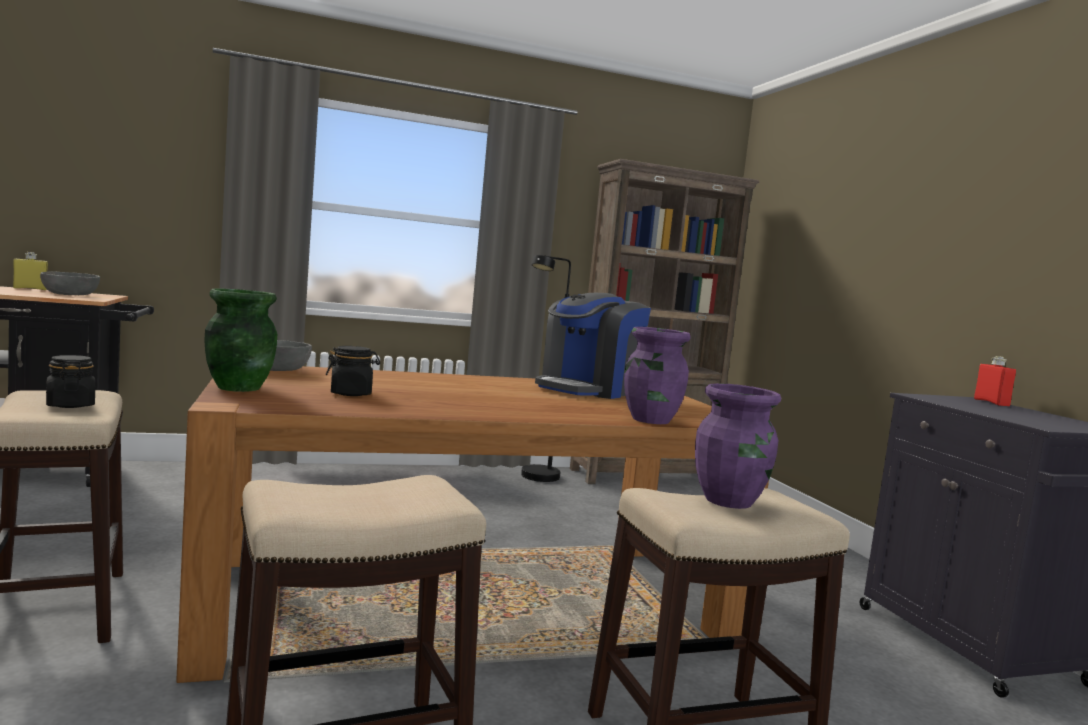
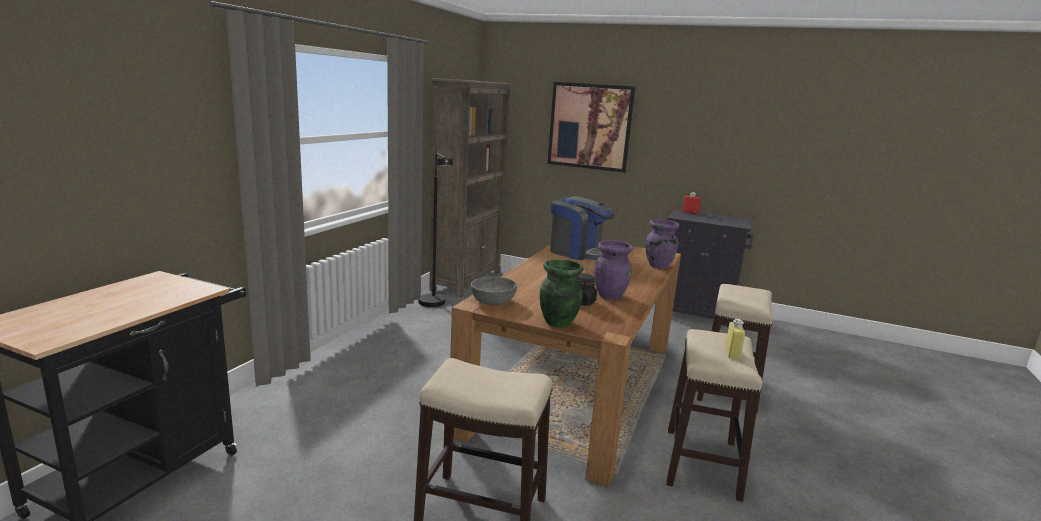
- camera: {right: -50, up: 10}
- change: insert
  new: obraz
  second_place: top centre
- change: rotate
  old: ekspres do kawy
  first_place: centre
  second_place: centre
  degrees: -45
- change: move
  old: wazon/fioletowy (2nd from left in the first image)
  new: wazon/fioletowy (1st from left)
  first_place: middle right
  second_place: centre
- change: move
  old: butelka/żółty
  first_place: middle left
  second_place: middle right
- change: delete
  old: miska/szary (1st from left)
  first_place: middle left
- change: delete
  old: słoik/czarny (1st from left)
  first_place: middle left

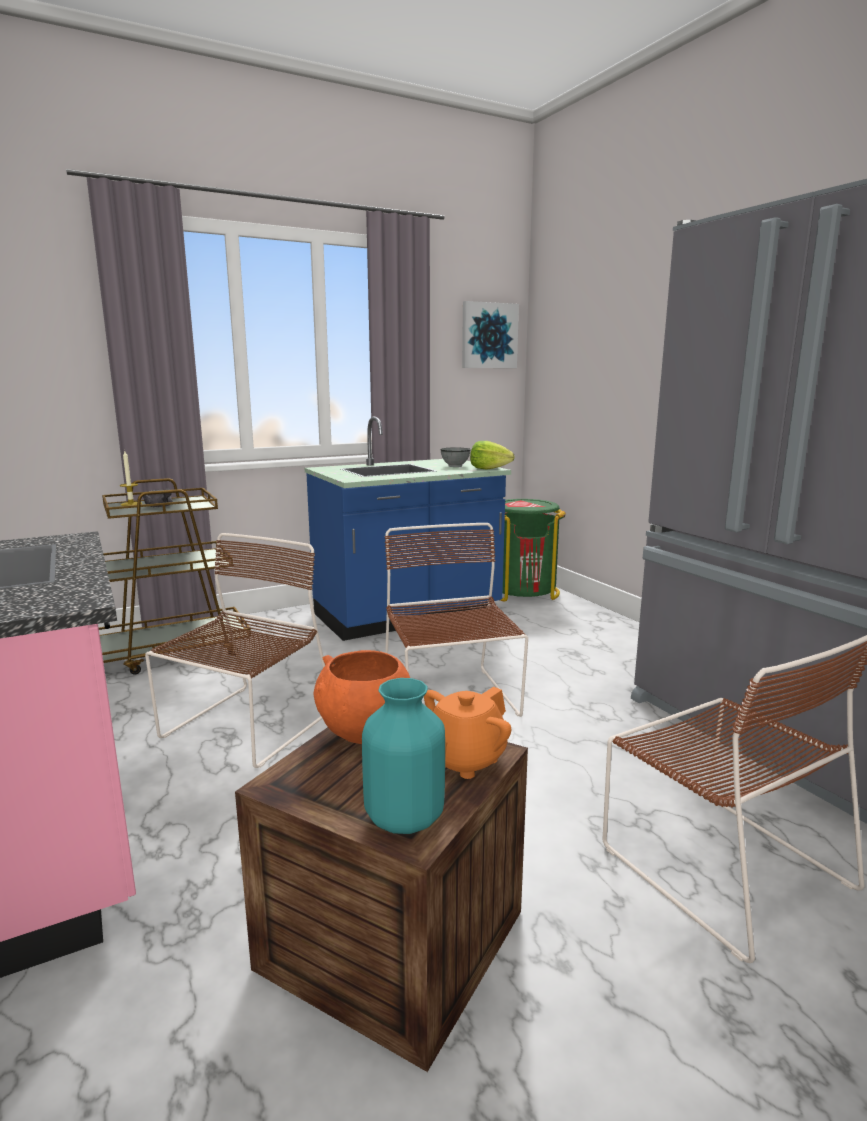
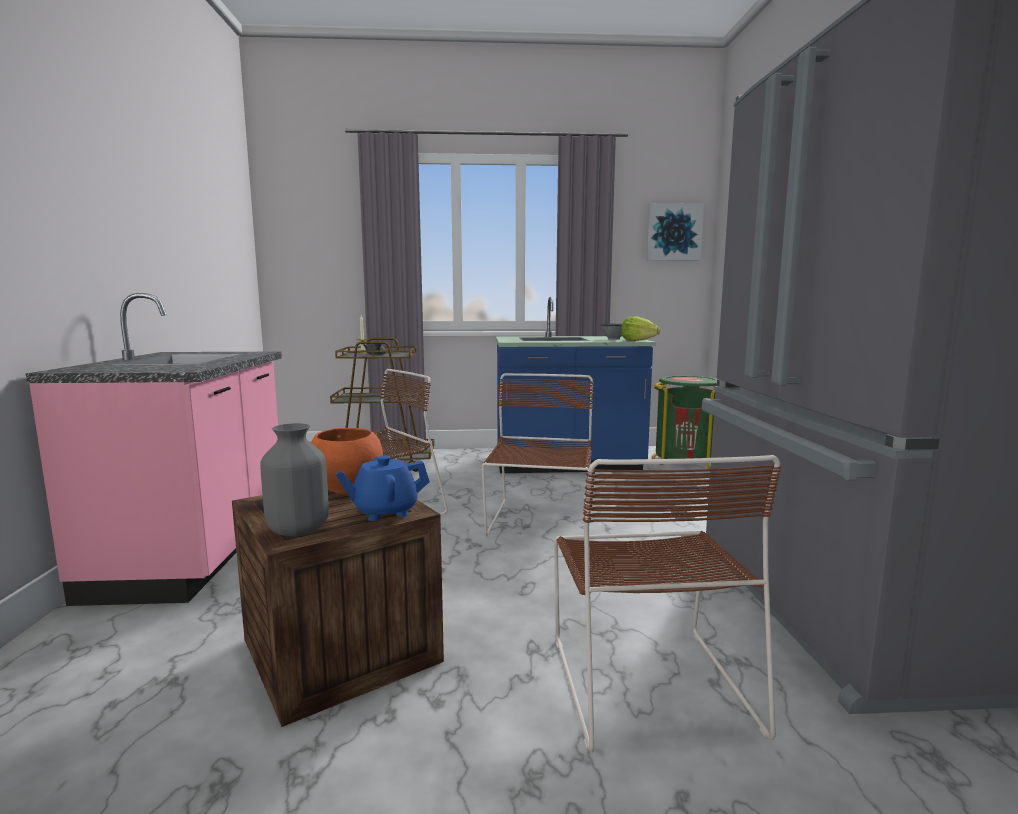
- camera: {right: 25, up: -5}
- change: recolor
  old: wazon/turkusowy
  new: wazon/szary
  first_place: bottom centre
  second_place: middle left
- change: recolor
  old: imbryk/pomarańczowy
  new: imbryk/niebieski
  first_place: centre
  second_place: centre

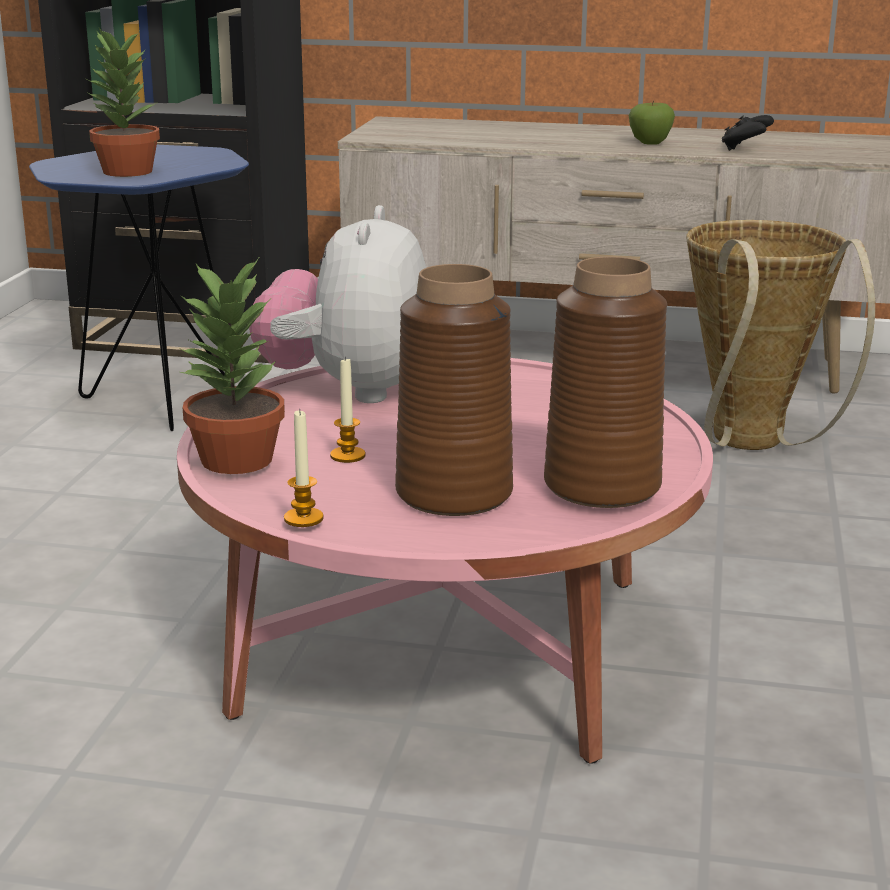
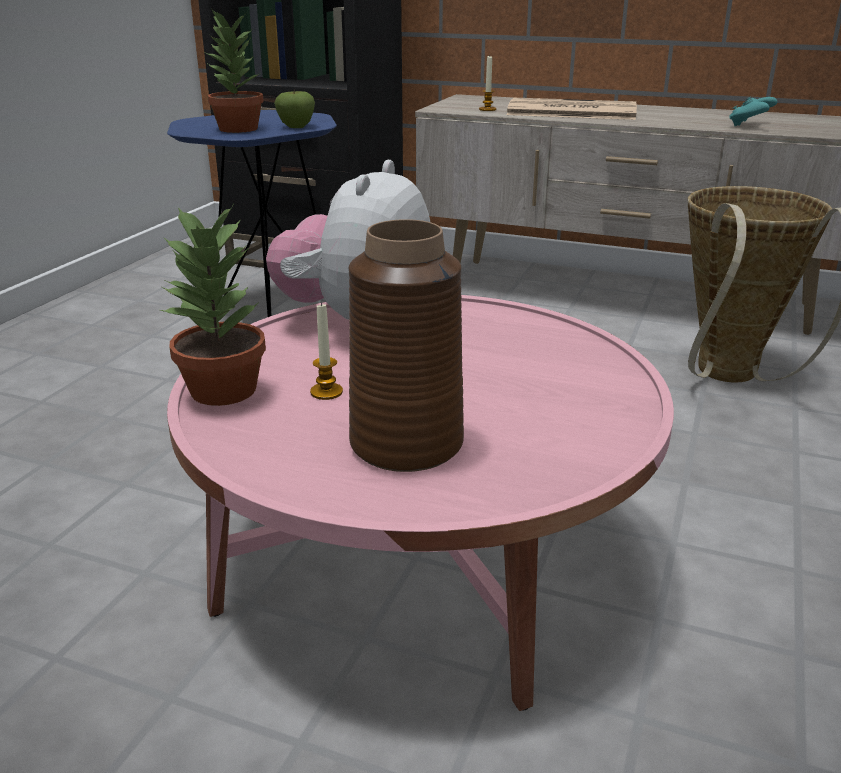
- camera: {right: 10, up: 5}
- change: move
  old: jabłko
  first_place: top right
  second_place: top centre
- change: move
  old: świeca (1st from left in the first image)
  new: świeca (2nd from left)
  first_place: centre
  second_place: top centre
- change: insert
  new: gazeta
  second_place: top right
- change: recolor
  old: pad do gier/czarny
  new: pad do gier/turkusowy
  first_place: top right
  second_place: top right
- change: delete
  old: wazon/brązowy (2nd from left)
  first_place: middle right

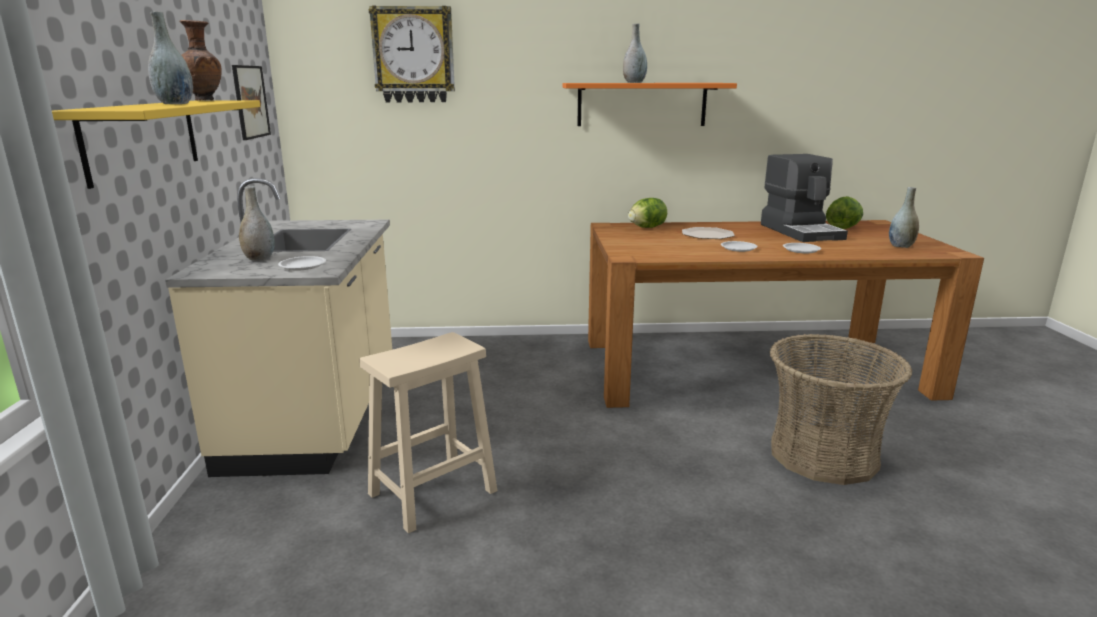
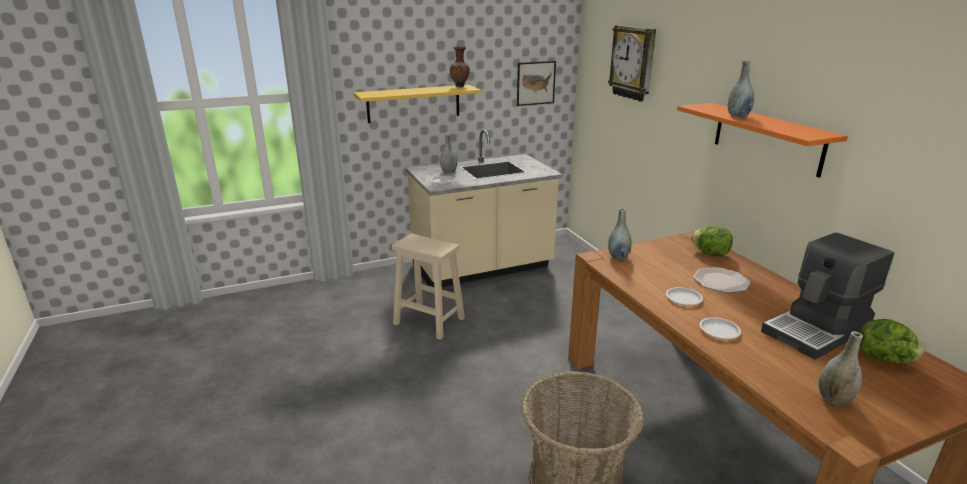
- camera: {right: 70, up: 5}
- change: move
  old: wazon/szary (1st from left in the first image)
  new: wazon/szary (2nd from left)
  first_place: top left
  second_place: centre

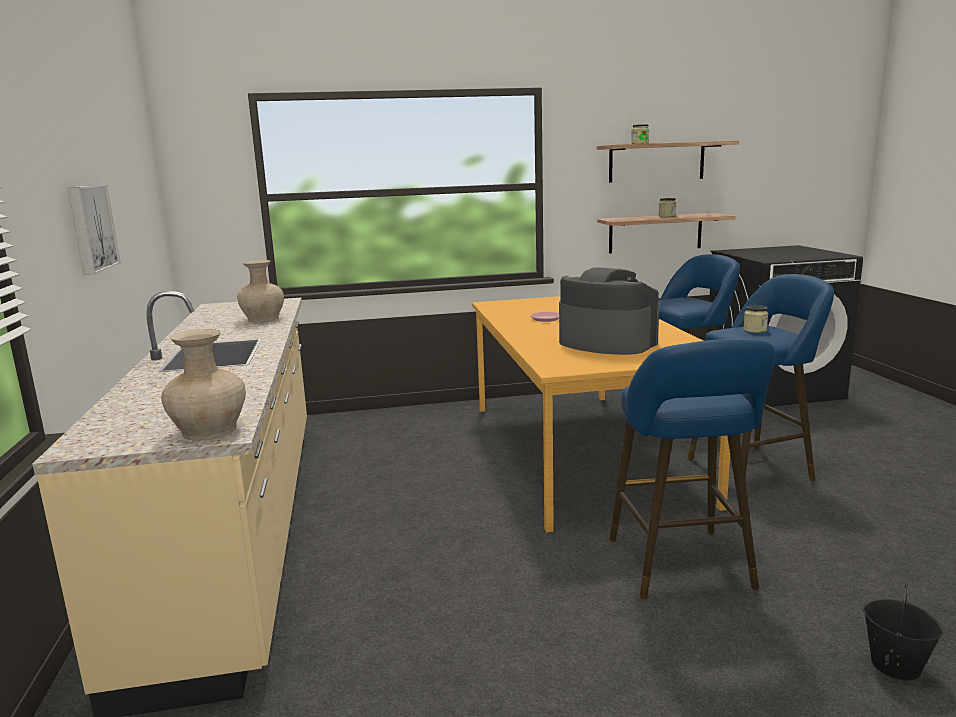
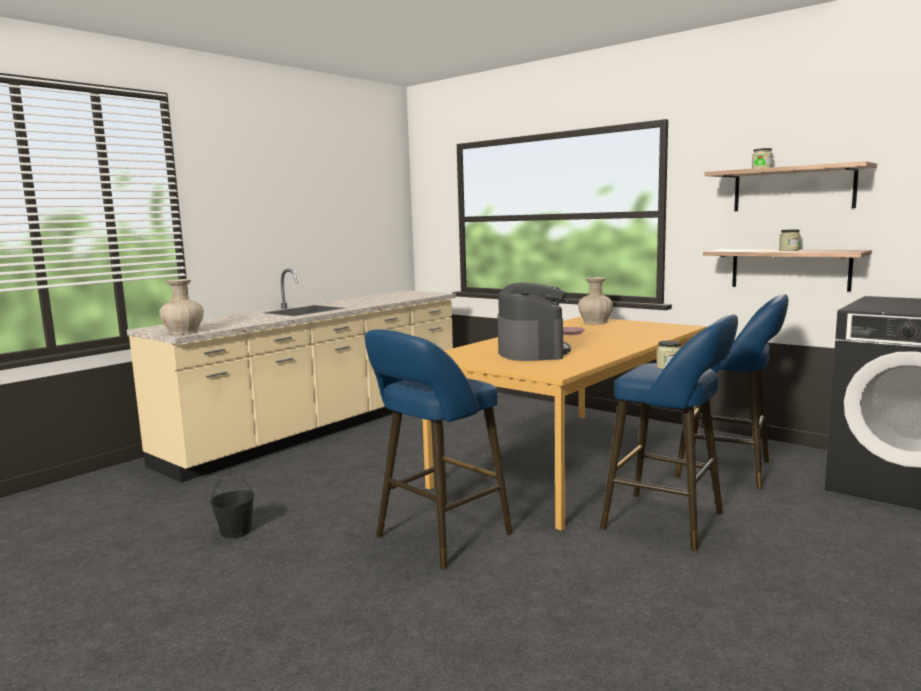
- camera: {right: 50, up: -5}
- change: move
  old: wiadro/czarny
  first_place: bottom right
  second_place: bottom left
- change: move
  old: wazon/beżowy (2nd from left)
  first_place: middle left
  second_place: centre
- change: delete
  old: obraz
  first_place: top left

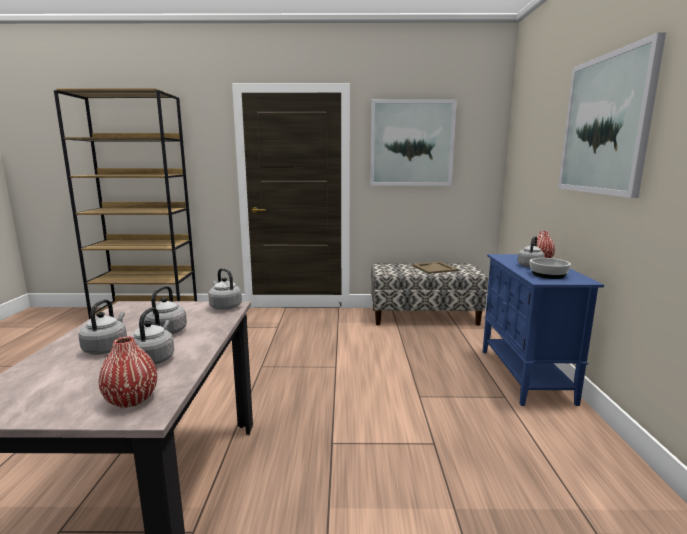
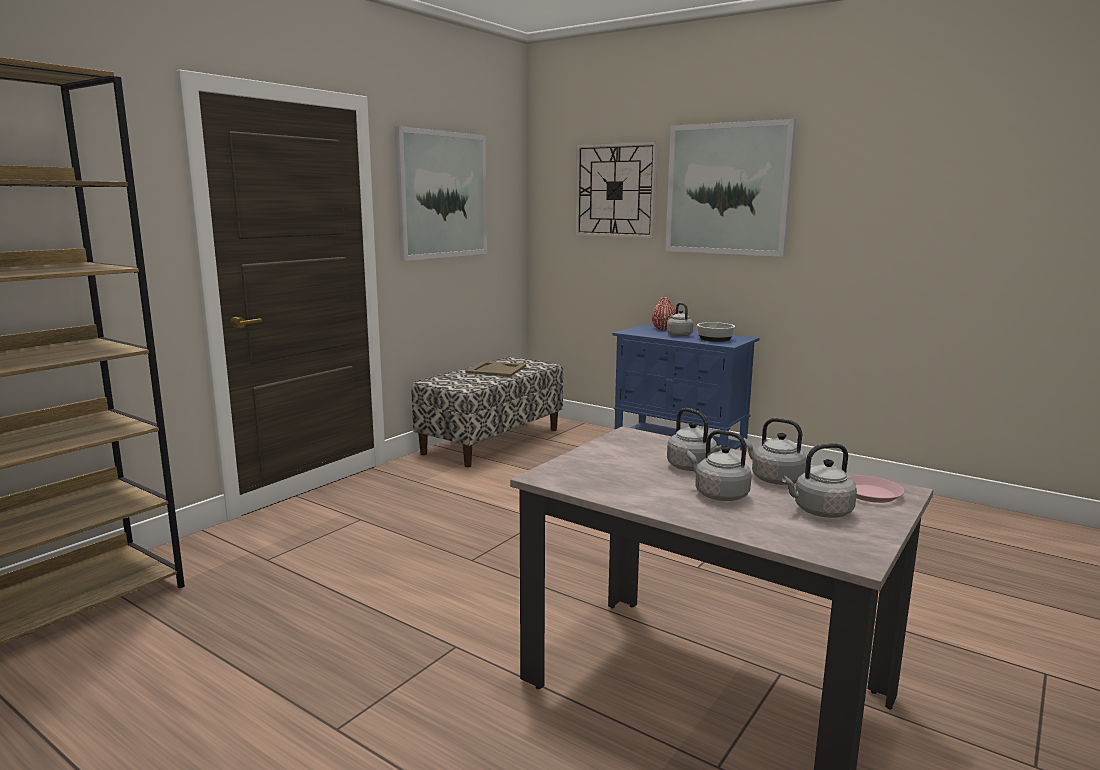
- camera: {right: -55, up: 0}
- change: insert
  new: zegar ścienny
  second_place: top centre
- change: move
  old: czajnik/szary (4th from left in the first image)
  new: czajnik/szary (5th from left)
  first_place: middle left
  second_place: middle right
- change: replace
  old: wazon/czerwony (1st from left)
  new: talerz/różowy
  first_place: bottom left
  second_place: middle right

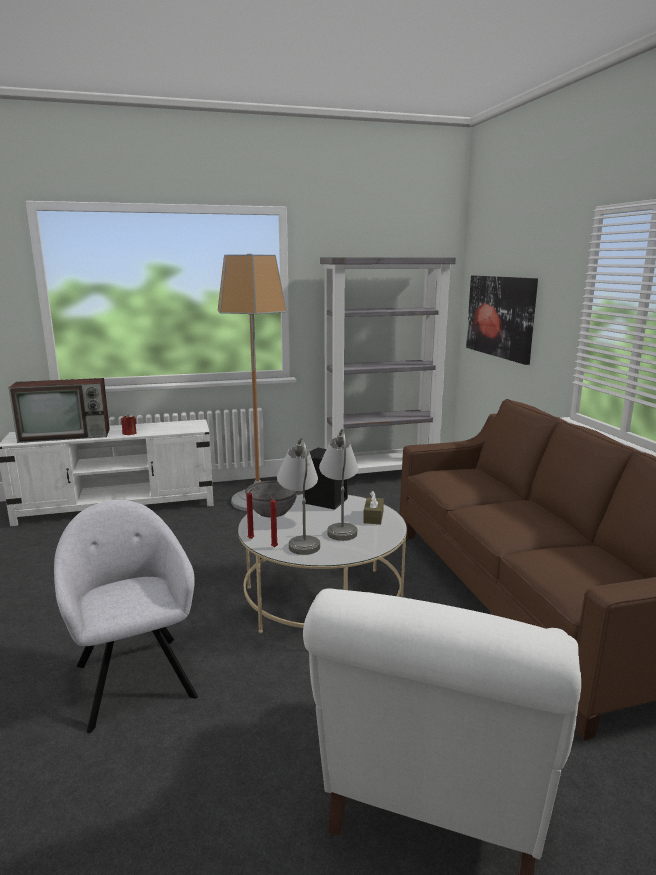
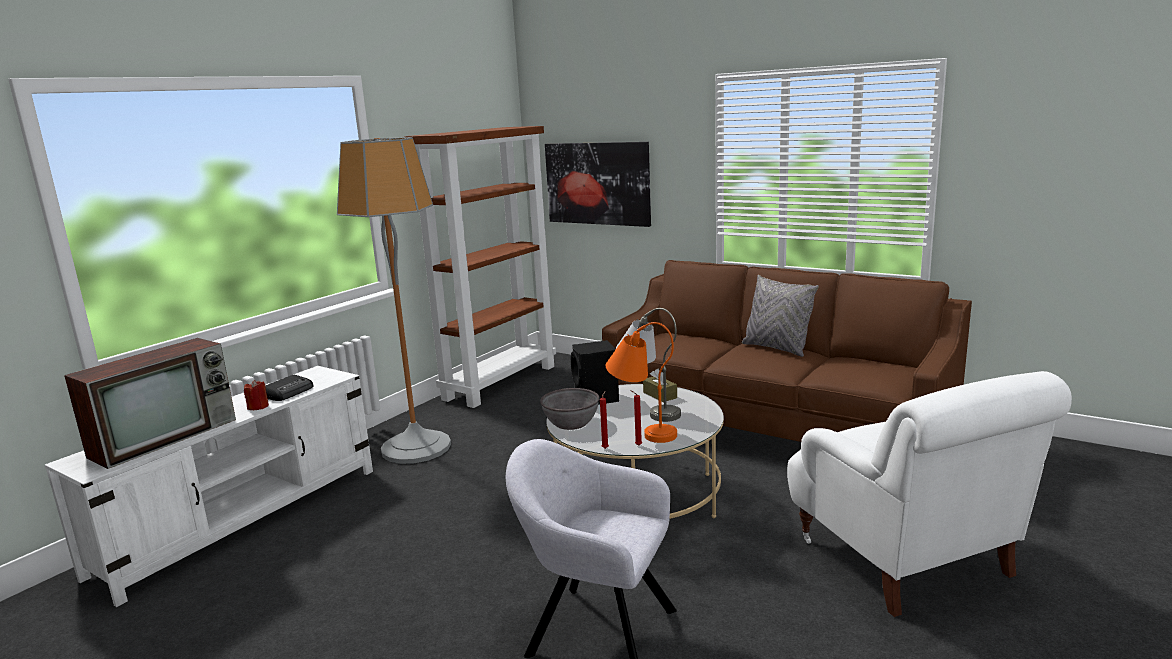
- camera: {right: -40, up: 0}
- change: insert
  new: radio
  second_place: middle left
- change: recolor
  old: regał/szary
  new: regał/brązowy
  first_place: centre
  second_place: centre
- change: recolor
  old: lampa stołowa/szary (1st from left)
  new: lampa stołowa/pomarańczowy
  first_place: centre
  second_place: centre
- change: insert
  new: poduszka/szary
  second_place: centre

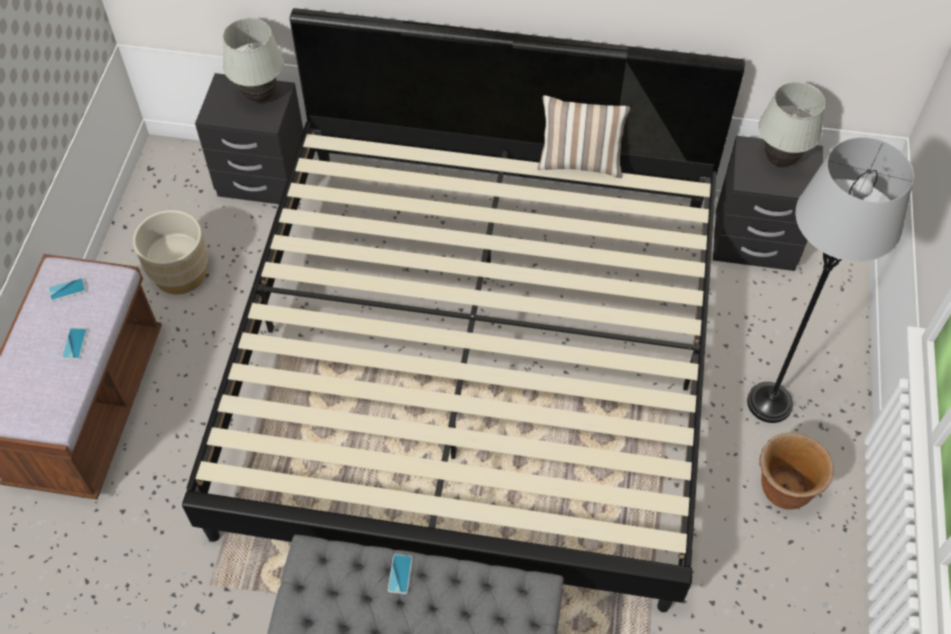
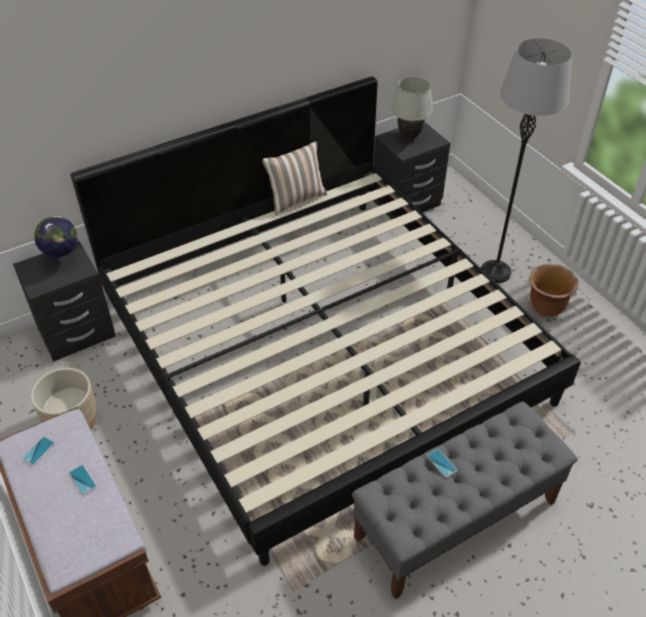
- camera: {right: -40, up: -10}
- change: replace
  old: lampa stołowa/biały (1st from left)
  new: globus
  first_place: top left
  second_place: middle left

